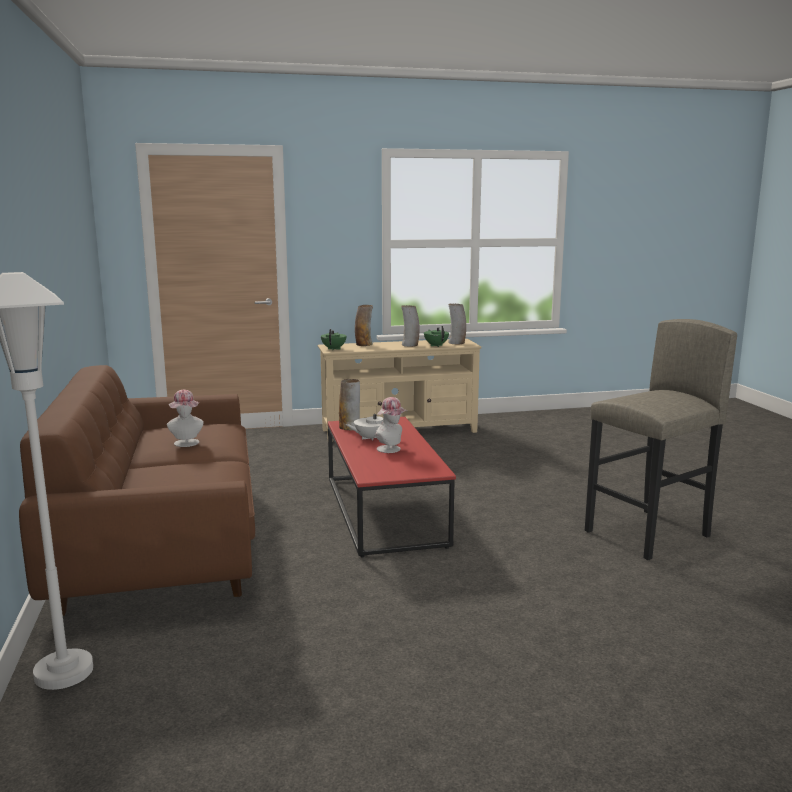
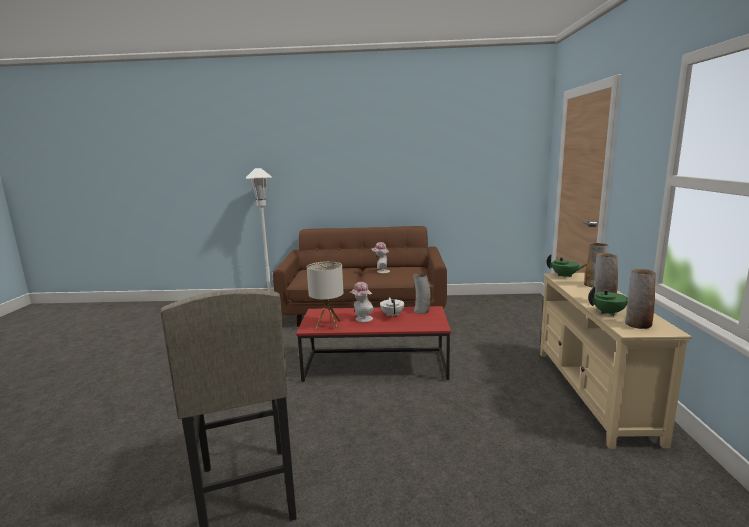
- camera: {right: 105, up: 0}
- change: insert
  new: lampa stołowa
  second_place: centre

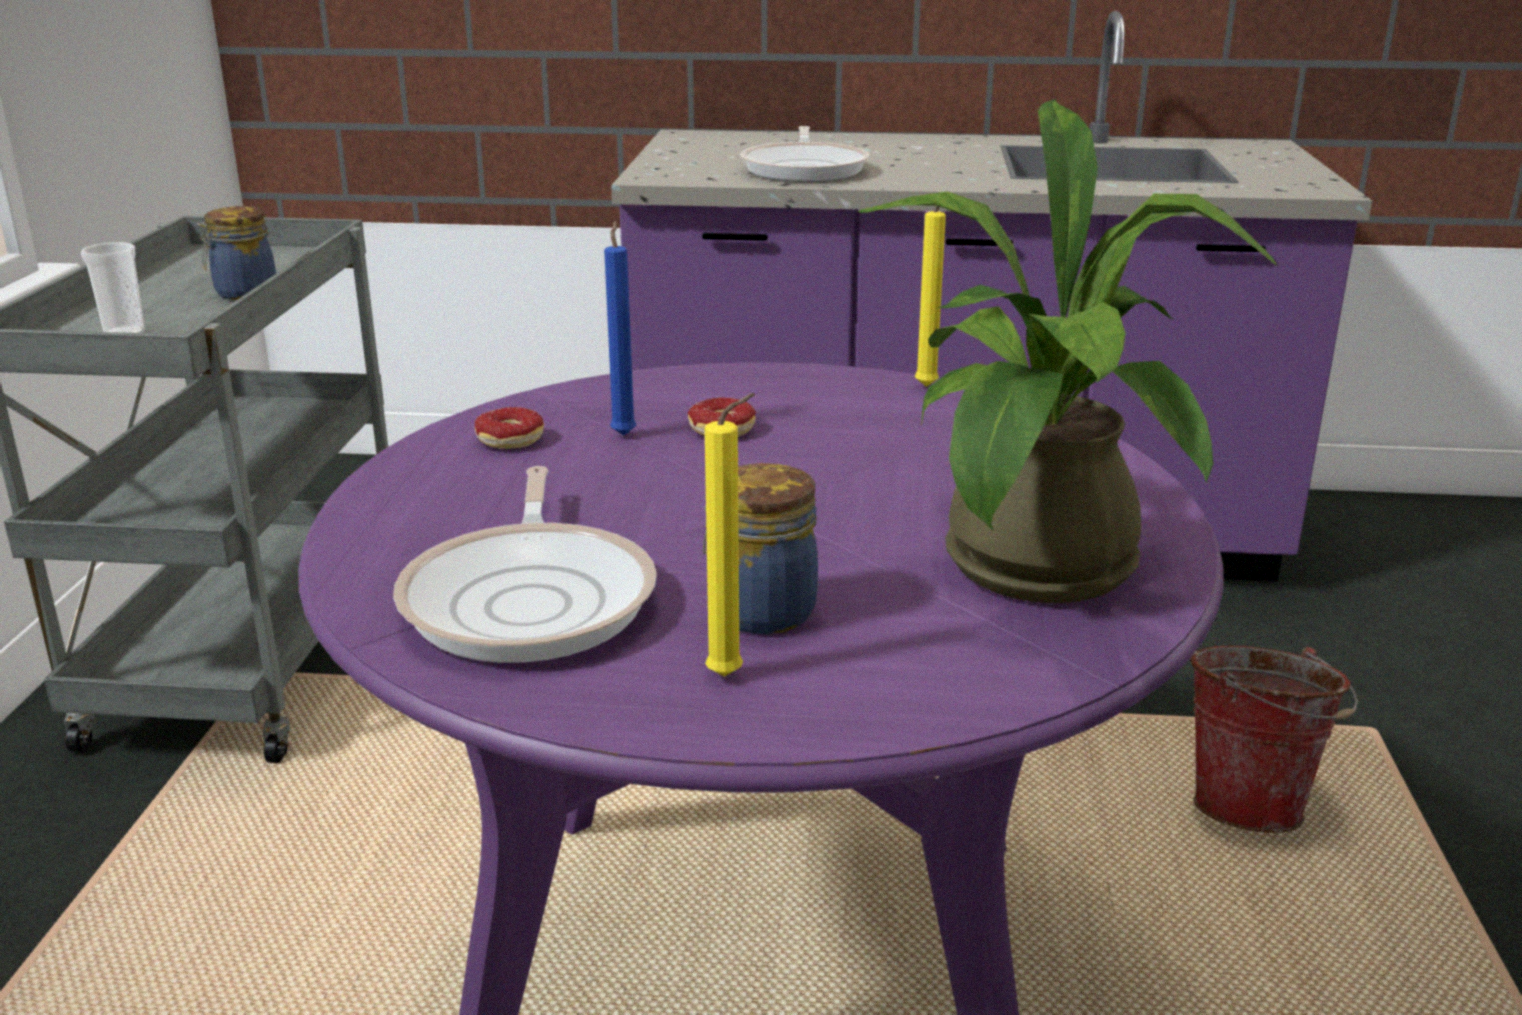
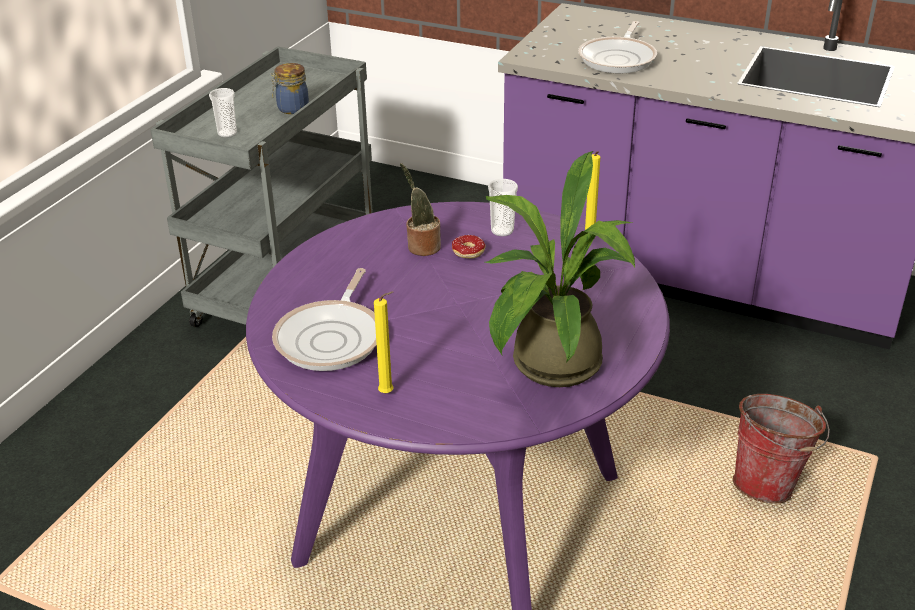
- camera: {right: 20, up: 10}
- change: replace
  old: świeca/niebieski
  new: roślina doniczkowa (1st from left)
  first_place: top centre
  second_place: centre
- change: insert
  new: filiżanka (2nd from left)
  second_place: centre
- change: delete
  old: donut (1st from left)
  first_place: centre
- change: delete
  old: słoik (2nd from left)
  first_place: centre

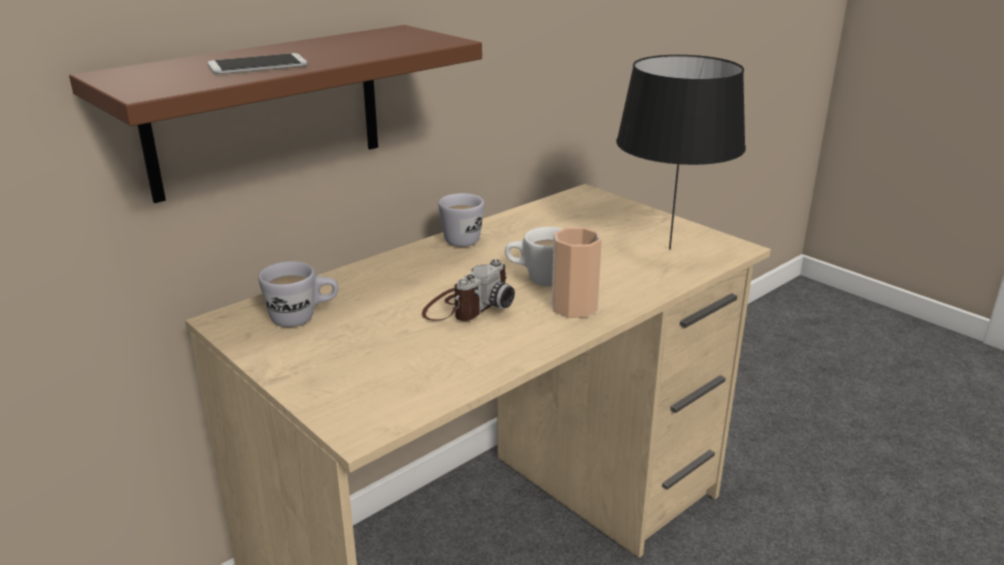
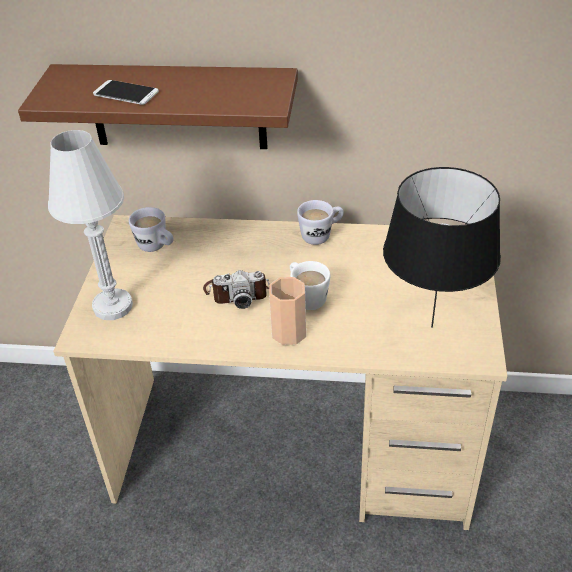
- camera: {right: 50, up: 15}
- change: insert
  new: lampa stołowa/biały
  second_place: middle left

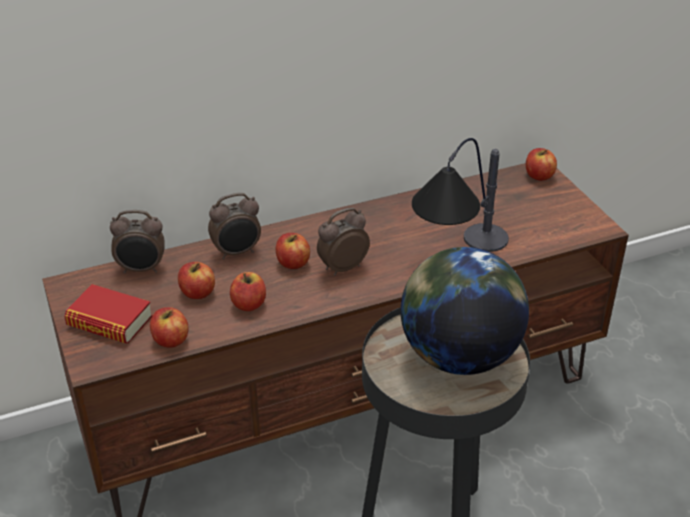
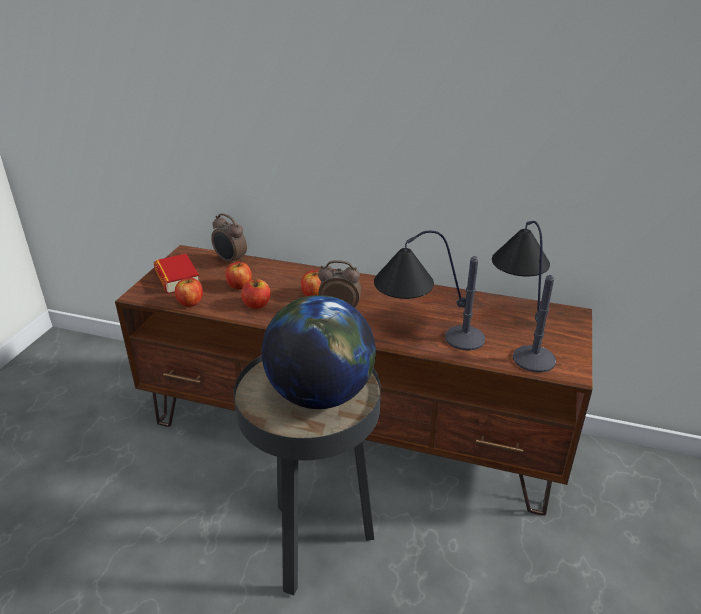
- camera: {right: 40, up: -5}
- change: insert
  new: lampa stołowa (2nd from left)
  second_place: middle right
- change: delete
  old: budzik (2nd from left)
  first_place: centre
- change: delete
  old: jabłko (5th from left)
  first_place: top right

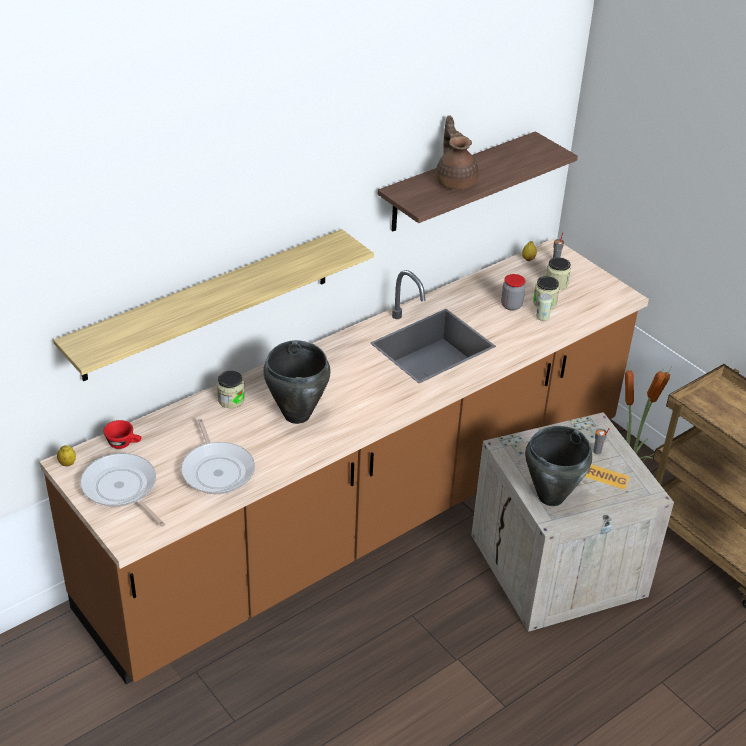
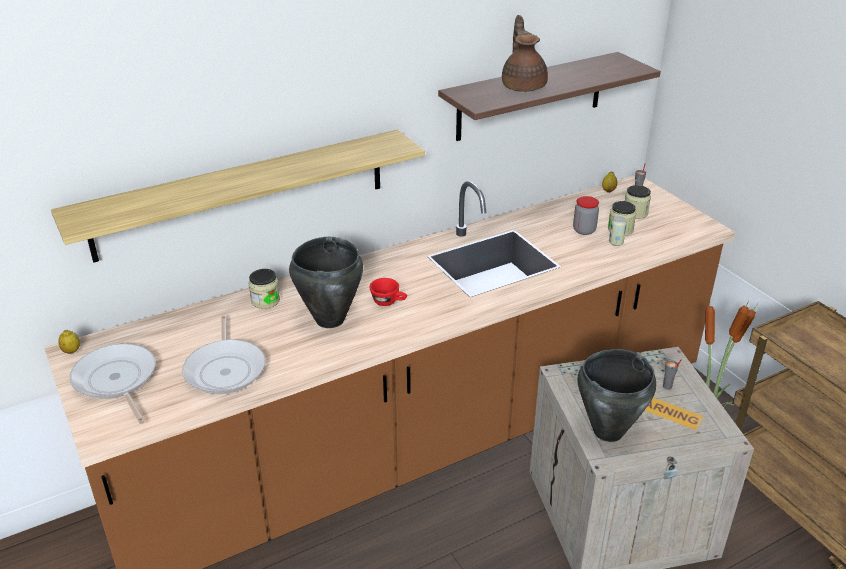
- camera: {right: 10, up: -5}
- change: move
  old: filiżanka/czerwony
  first_place: middle left
  second_place: centre

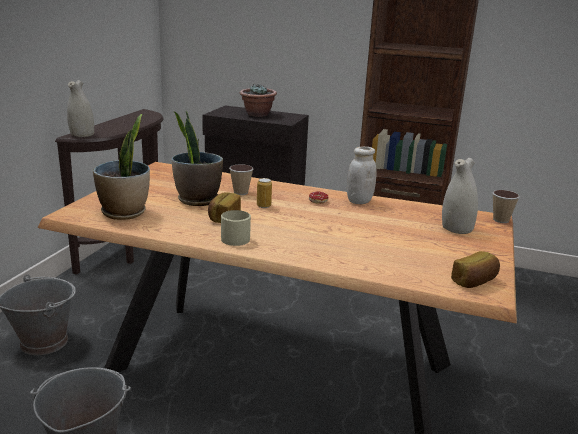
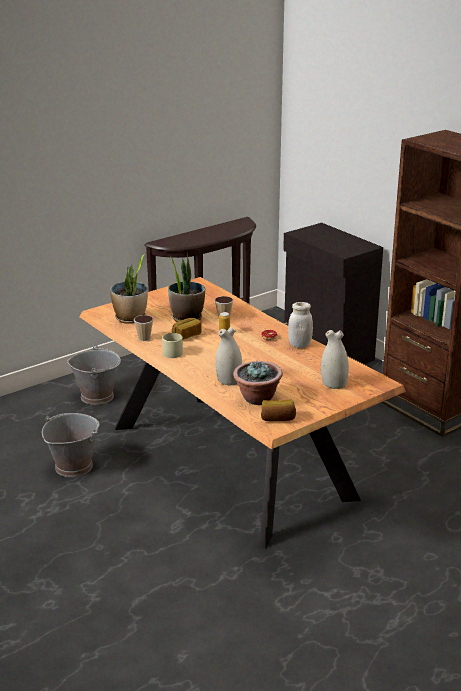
- camera: {right: 35, up: 5}
- change: move
  old: filiżanka (2nd from left in the first image)
  new: filiżanka (1st from left)
  first_place: middle right
  second_place: middle left
- change: move
  old: wazon/biały (1st from left)
  first_place: top left
  second_place: centre
- change: move
  old: roślina doniczkowa (3rd from left)
  first_place: top centre
  second_place: centre

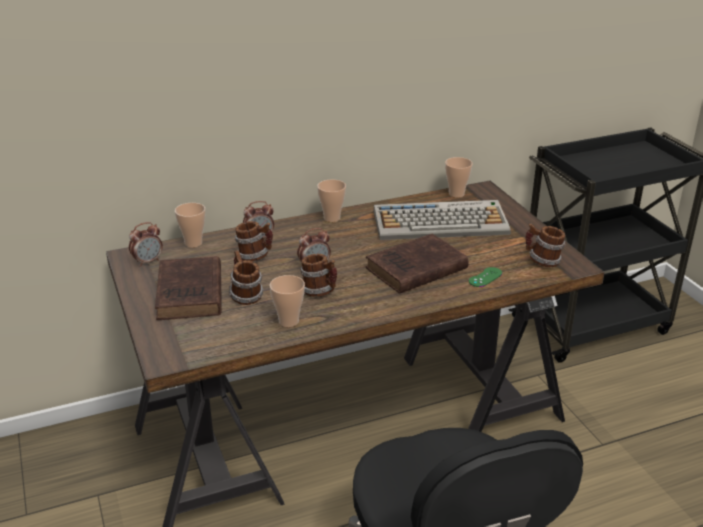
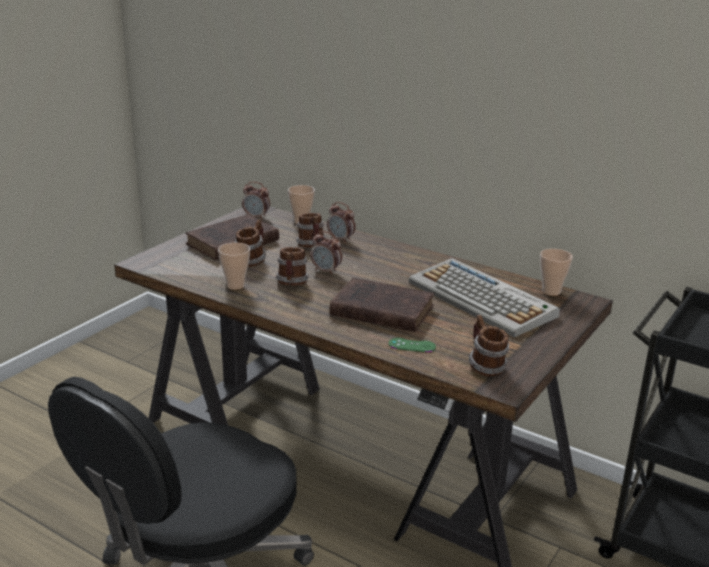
- camera: {right: 55, up: -5}
- change: delete
  old: filiżanka (3rd from left)
  first_place: centre

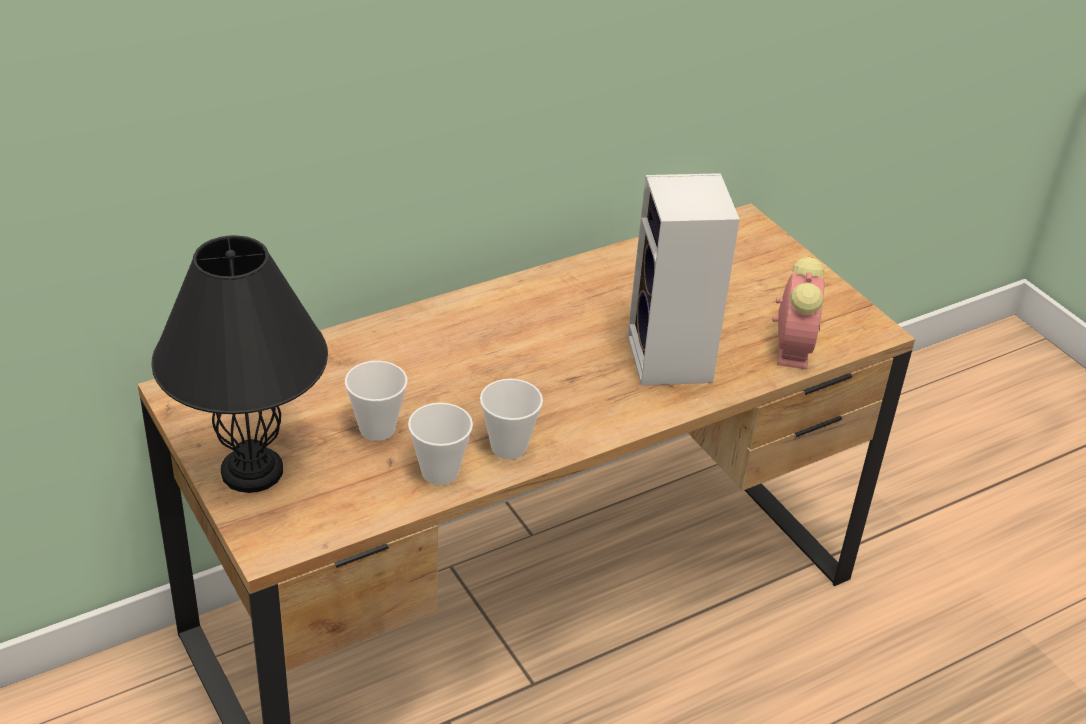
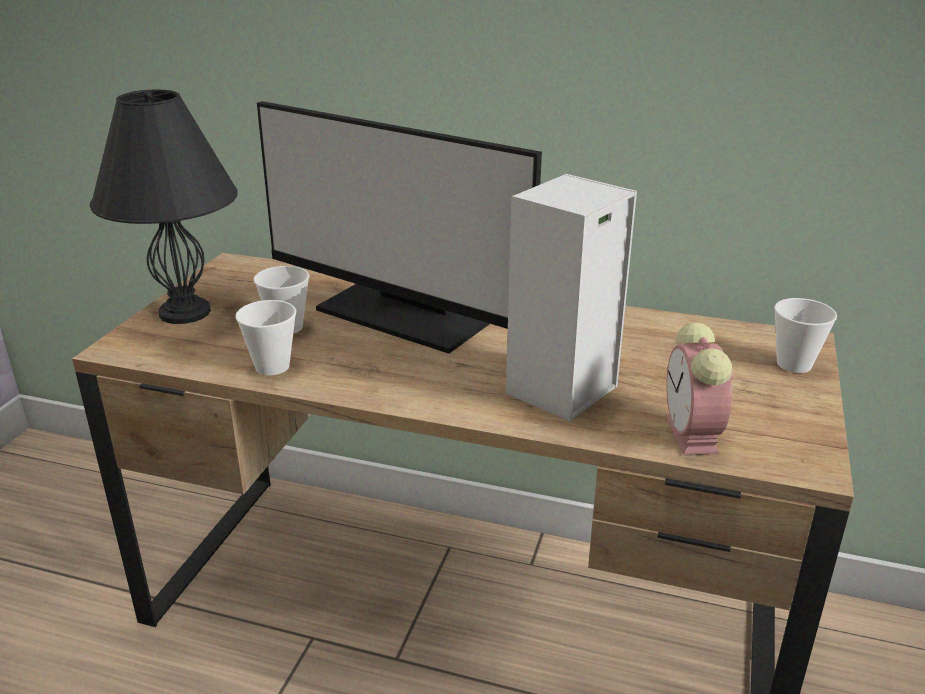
- camera: {right: 50, up: -10}
- change: insert
  new: monitor
  second_place: top centre
- change: rotate
  old: budzik
  first_place: middle right
  second_place: middle right
  degrees: 120
- change: move
  old: filiżanka (3rd from left)
  first_place: centre
  second_place: middle right

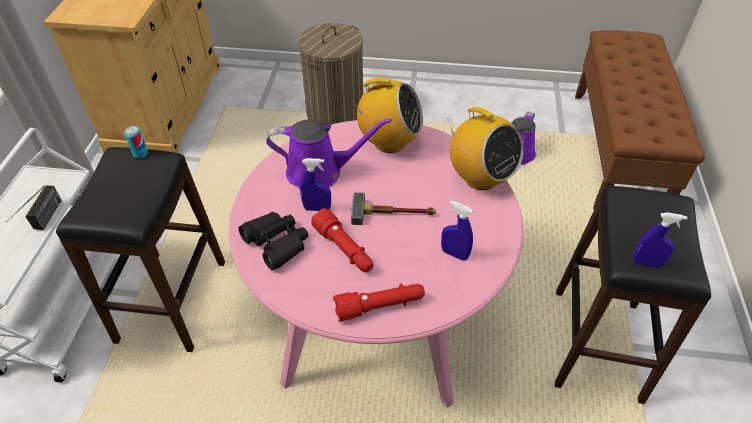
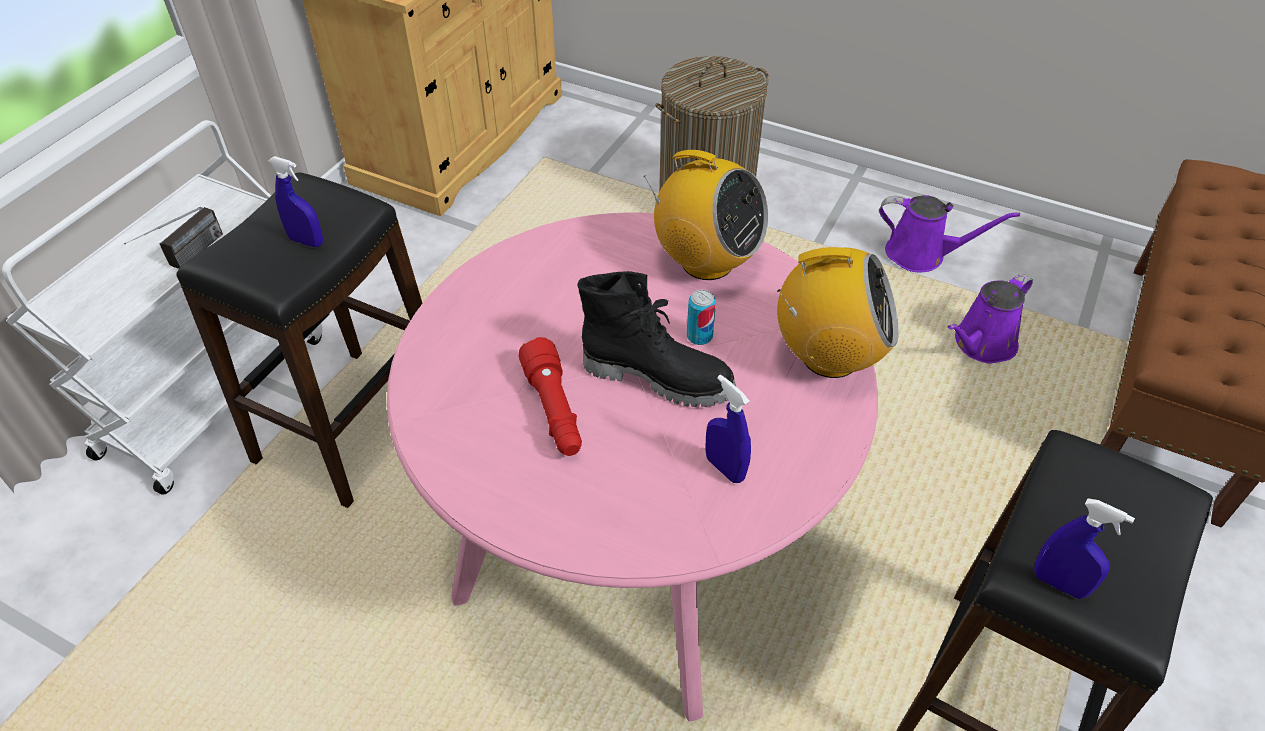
- camera: {right: 20, up: 0}
- change: move
  old: spryskiwacz/niebieski (1st from left)
  first_place: centre
  second_place: top left
- change: replace
  old: młotek
  new: but z cholewką/czarny
  first_place: centre
  second_place: centre
- change: move
  old: puszka
  first_place: middle left
  second_place: centre
- change: rotate
  old: radio (3rd from left)
  first_place: centre
  second_place: centre
  degrees: -60
- change: move
  old: konewka/fioletowy (1st from left)
  first_place: centre
  second_place: top right
- change: delete
  old: lornetka/czarny
  first_place: centre
- change: delete
  old: latarka/czerwony (2nd from left)
  first_place: bottom centre

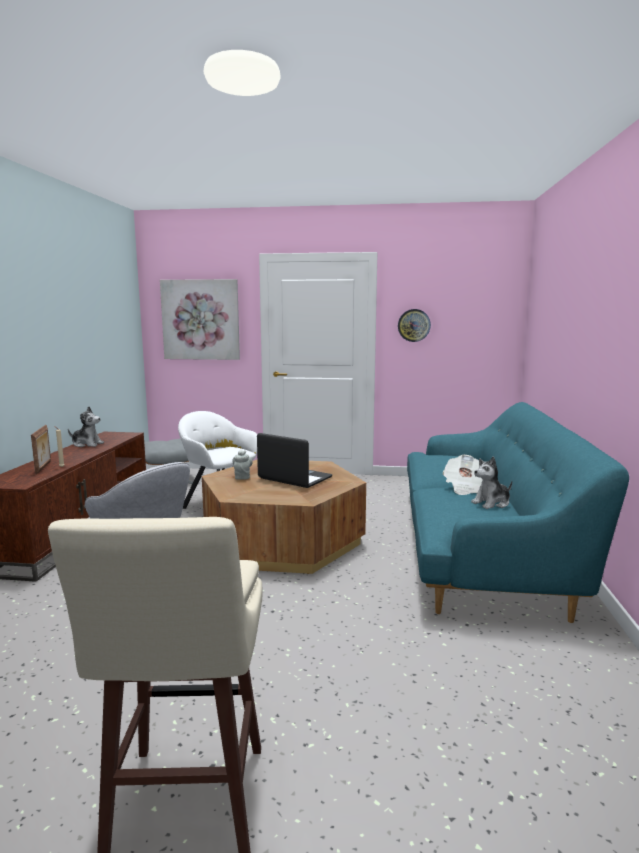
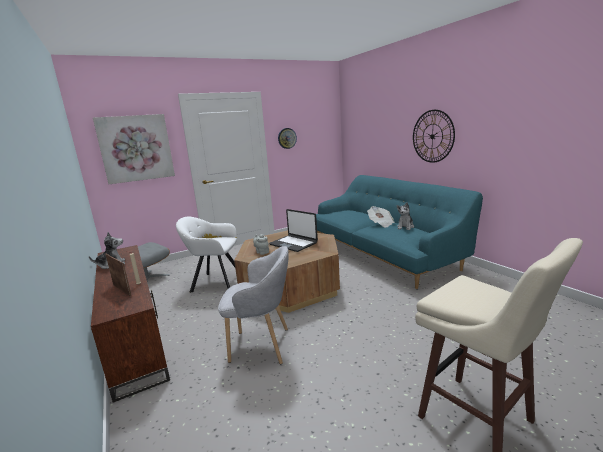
- camera: {right: -35, up: 5}
- change: rotate
  old: laptop
  first_place: centre
  second_place: centre
  degrees: -135
- change: insert
  new: zegar ścienny (2nd from left)
  second_place: top right

